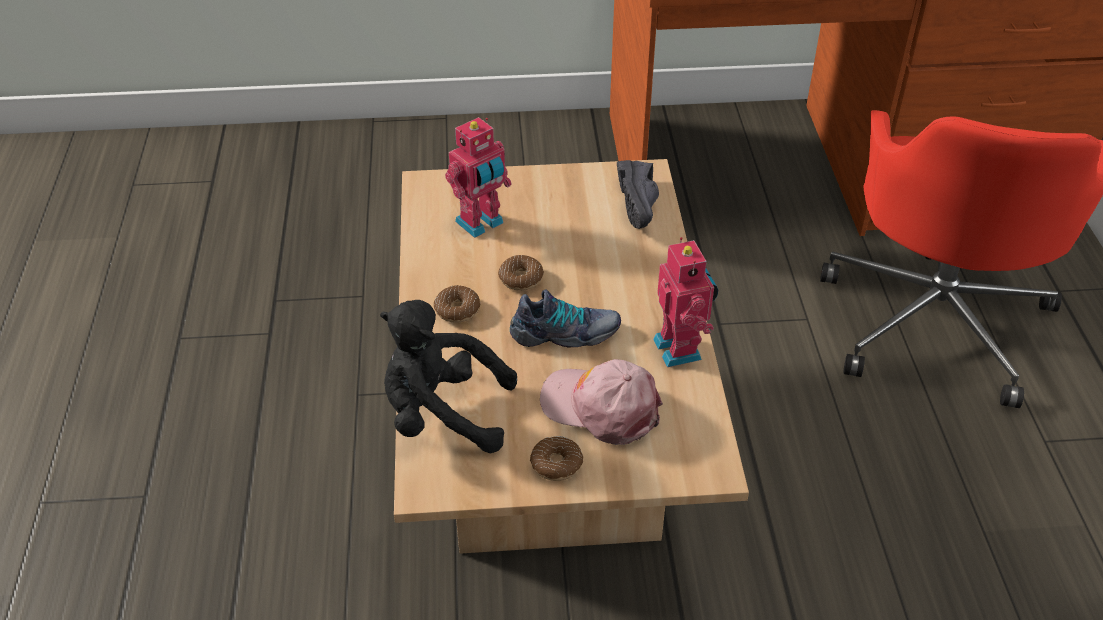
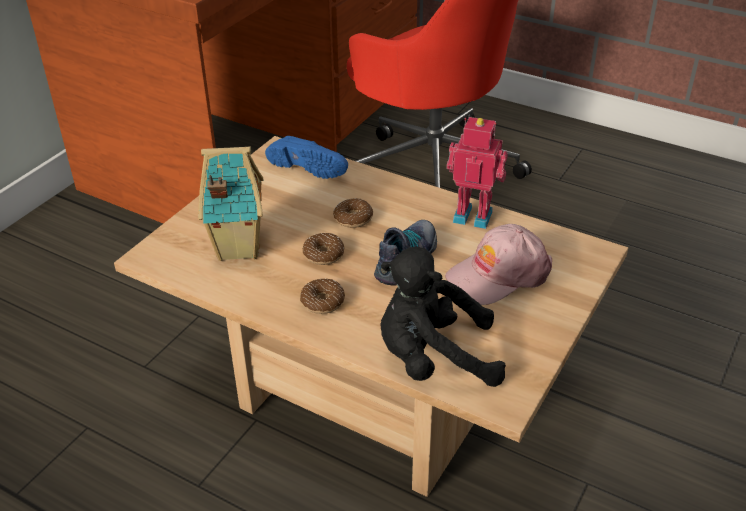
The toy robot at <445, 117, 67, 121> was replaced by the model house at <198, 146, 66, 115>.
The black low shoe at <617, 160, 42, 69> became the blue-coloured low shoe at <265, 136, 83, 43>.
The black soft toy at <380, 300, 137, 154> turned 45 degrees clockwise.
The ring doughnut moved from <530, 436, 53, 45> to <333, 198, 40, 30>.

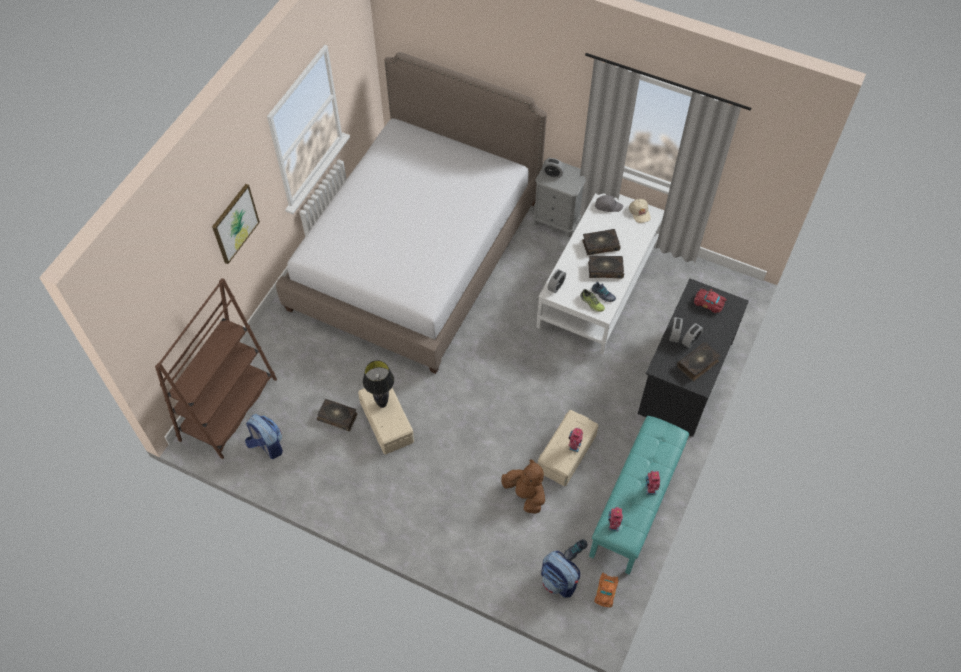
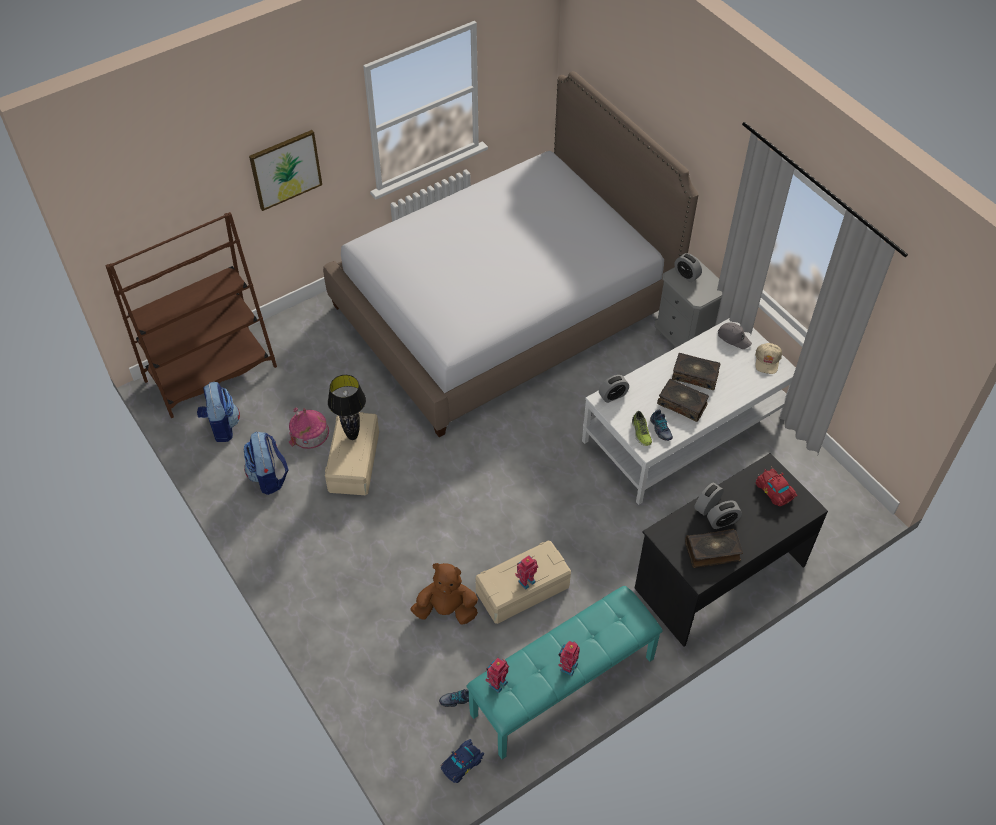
The bound book at <317, 399, 40, 32> was replaced by the model house at <289, 407, 40, 42>.
The brown-coloured soft toy at <501, 459, 44, 55> turned 75 degrees counterclockwise.
The rucksack moved from <541, 551, 39, 47> to <244, 431, 44, 64>.
The orangey miniature car at <594, 573, 24, 34> became the blue-coloured miniature car at <441, 739, 43, 44>.

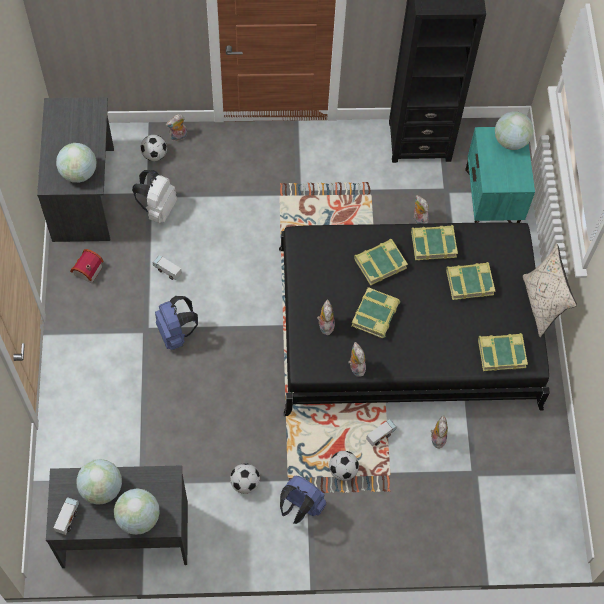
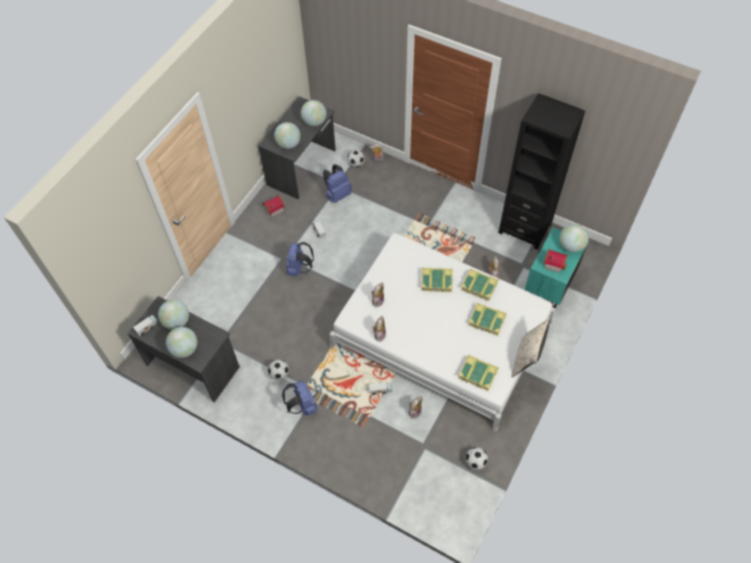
The white-coloured rucksack at <132, 170, 45, 53> became the blue-coloured rucksack at <323, 164, 29, 39>.
The black bedroom bed at <279, 223, 271, 193> became the white-coloured bedroom bed at <329, 233, 226, 199>.
The bound book at <352, 287, 48, 51> disappeared.
The ball for football moved from <329, 451, 30, 30> to <466, 447, 22, 23>.
The world globe at <301, 100, 26, 26> appeared.
The model house at <544, 249, 24, 24> appeared.

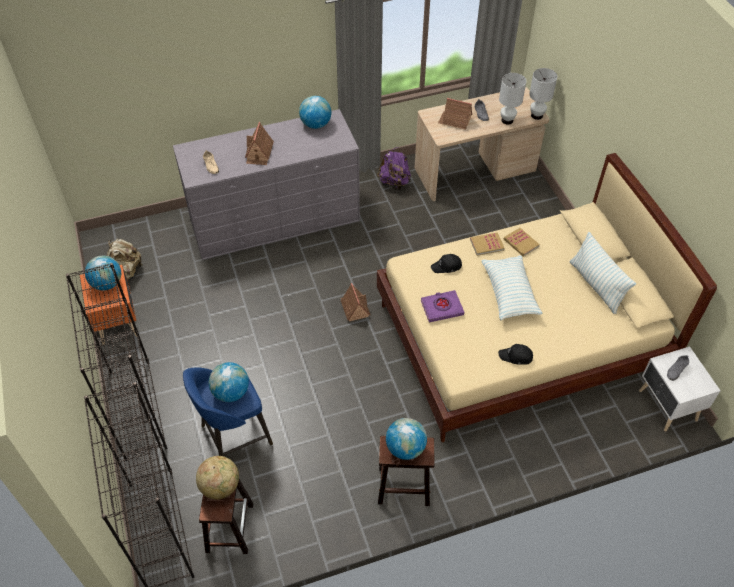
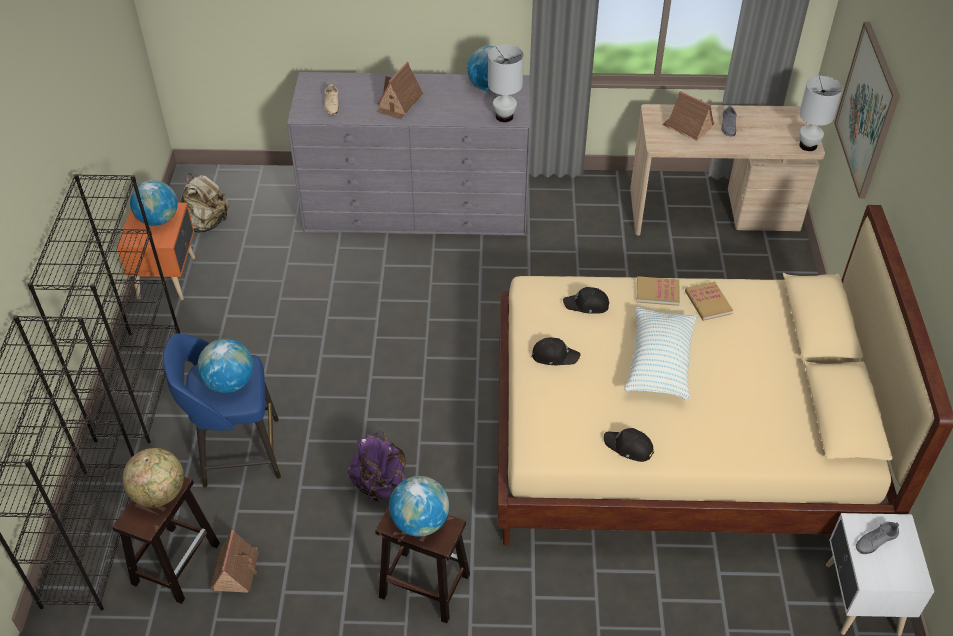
The white-coloured table lamp moved from <499, 73, 27, 52> to <488, 44, 36, 78>.
The purple rucksack moved from <377, 147, 34, 43> to <348, 432, 58, 70>.
The pillow at <570, 232, 66, 82> disappeared.
The model house moved from <341, 283, 29, 38> to <210, 530, 49, 63>.
The purple bound book at <421, 290, 43, 32> was replaced by the black baseball cap at <532, 338, 49, 28>.
The wall art at <834, 22, 66, 177> appeared.

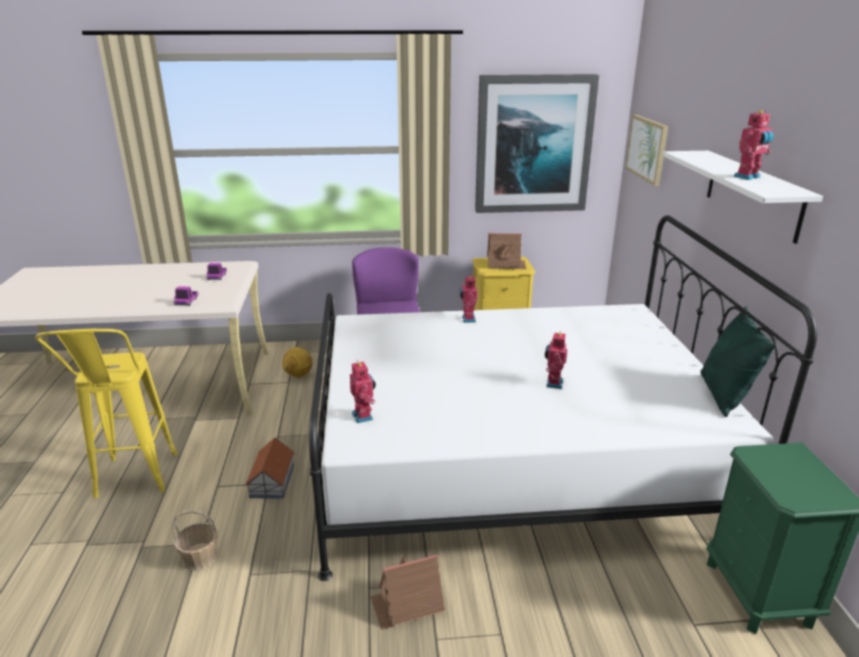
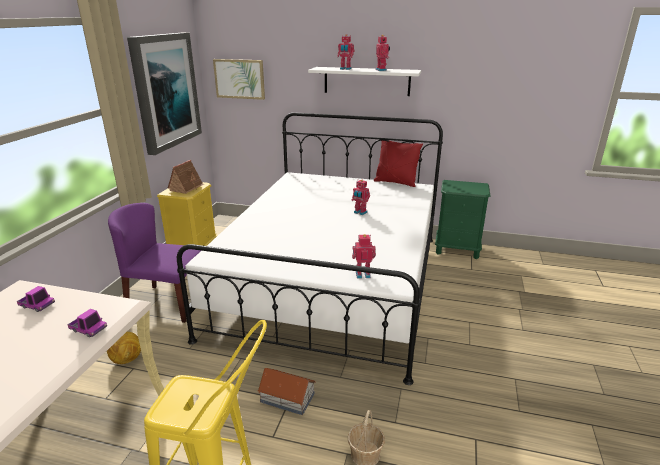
The toy robot moved from <459, 274, 19, 49> to <337, 34, 17, 36>.
The green pillow at <701, 306, 75, 111> became the reddish pillow at <374, 140, 49, 47>.
The model house at <370, 554, 75, 76> disappeared.

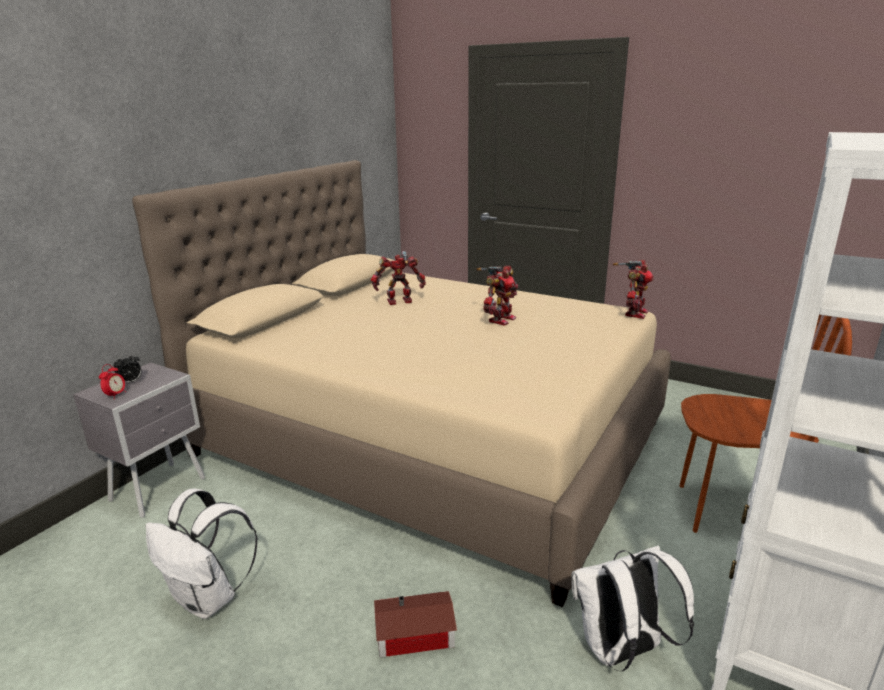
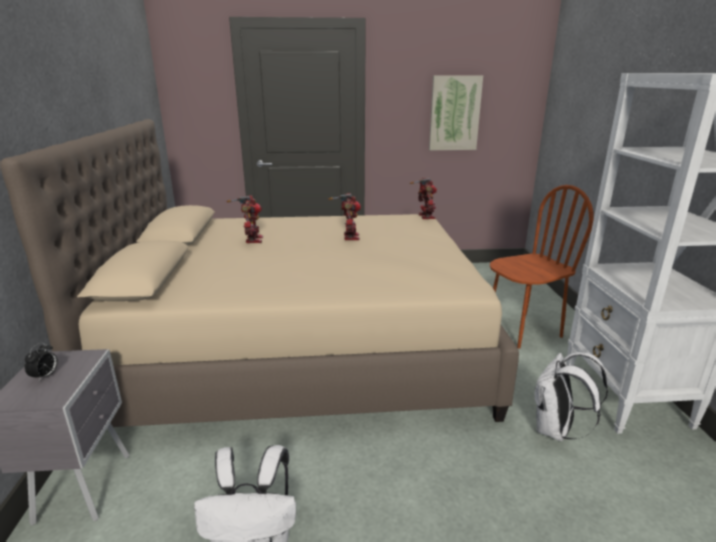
The toy robot at <371, 251, 55, 54> turned 135 degrees clockwise.
The bedside clock at <99, 364, 27, 35> disappeared.
The model house at <374, 591, 83, 67> disappeared.
The wall art at <429, 76, 54, 74> appeared.

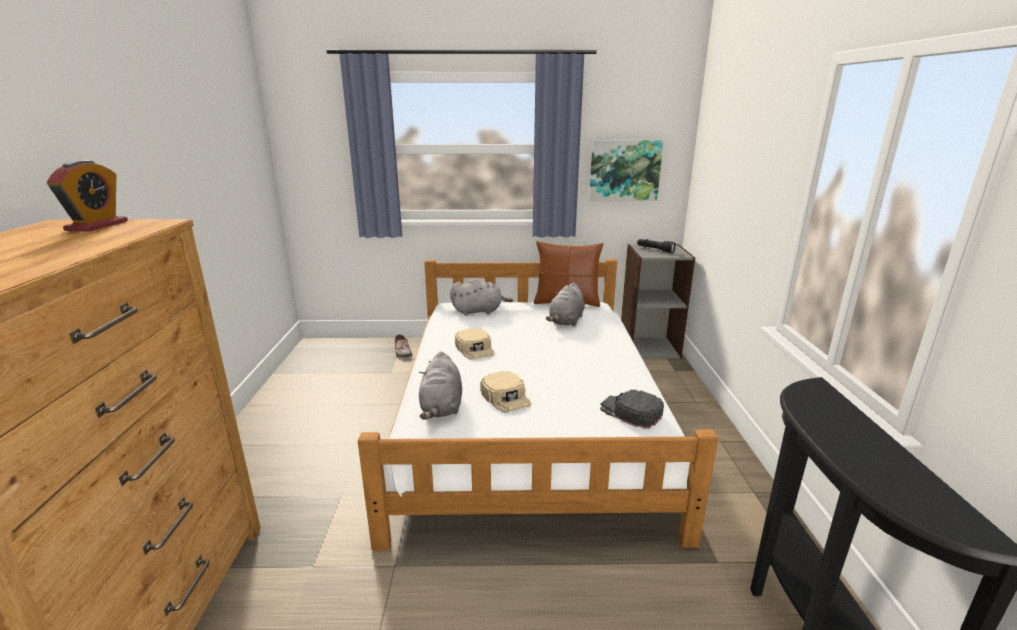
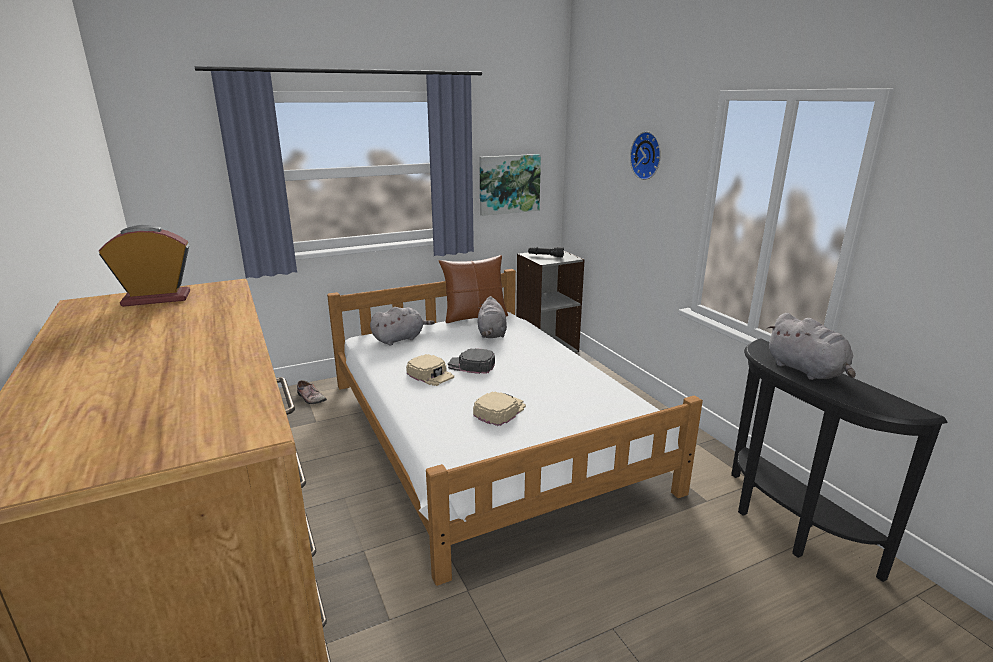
The bedside clock at <47, 160, 81, 72> turned 90 degrees counterclockwise.
The grey soft toy moved from <419, 351, 43, 69> to <767, 313, 89, 67>.
The sand-coloured baseball cap at <480, 371, 51, 42> turned 90 degrees counterclockwise.
The black baseball cap moved from <600, 389, 64, 40> to <448, 348, 47, 26>.
The wall clock at <630, 131, 31, 49> appeared.

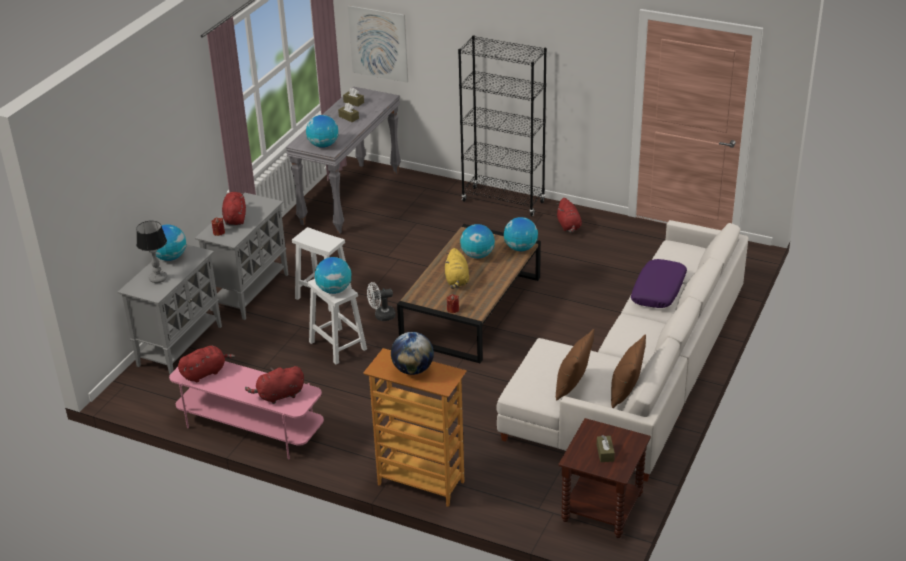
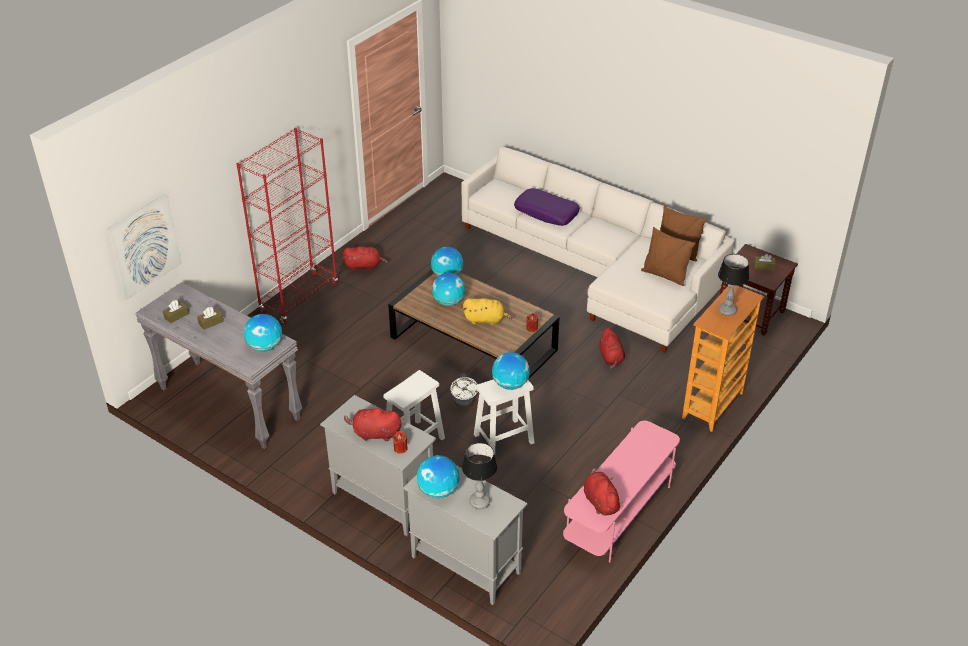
The black bookshelf at <458, 35, 89, 181> became the reddish bookshelf at <236, 128, 102, 196>.
The world globe at <391, 332, 43, 43> was replaced by the table lamp at <718, 254, 31, 62>.
The reddish soft toy moved from <245, 366, 59, 38> to <599, 328, 26, 41>.

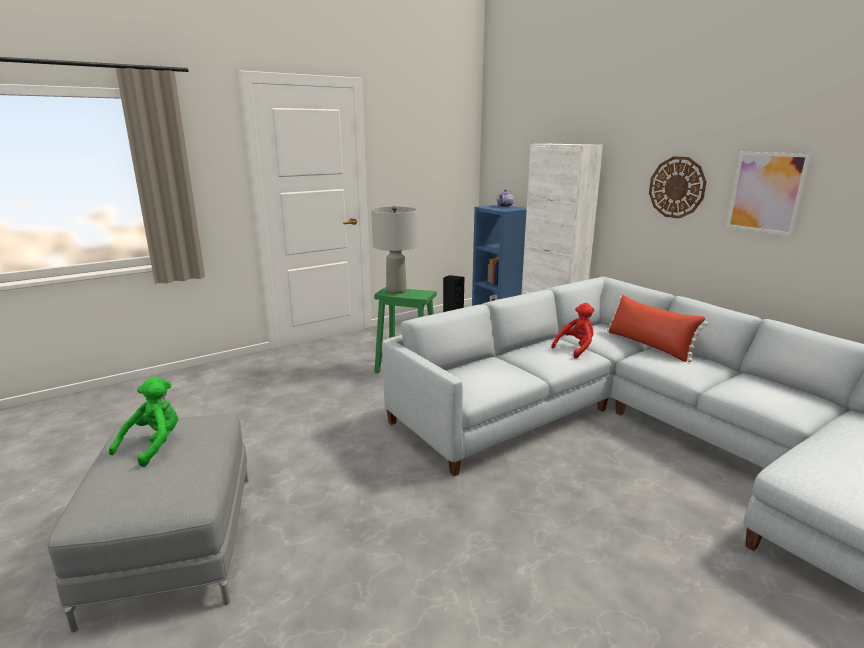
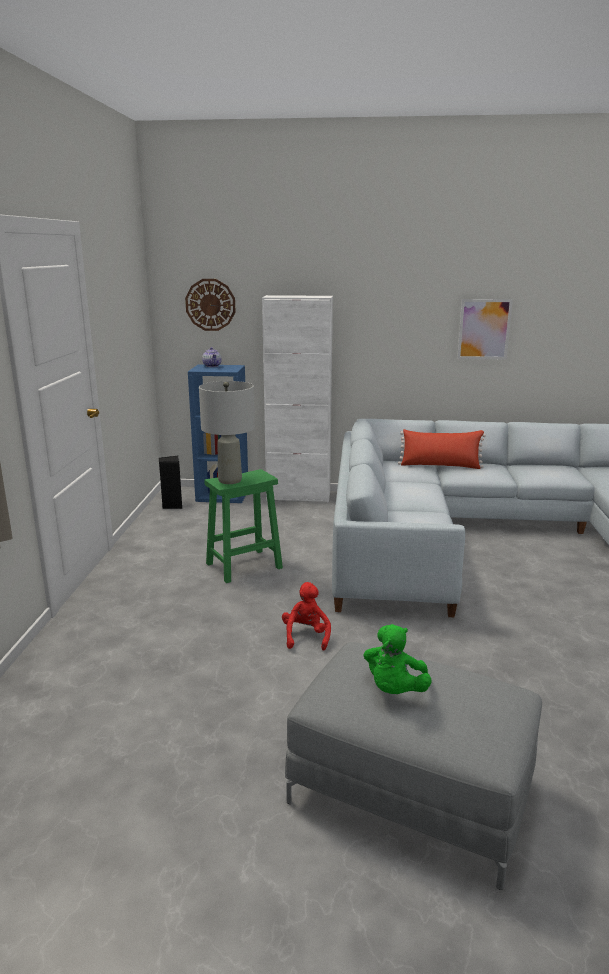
The wall clock moved from <649, 156, 58, 63> to <185, 279, 51, 52>.
The reddish soft toy moved from <551, 303, 43, 56> to <282, 582, 49, 68>.
The green soft toy at <109, 377, 69, 90> turned 135 degrees counterclockwise.

